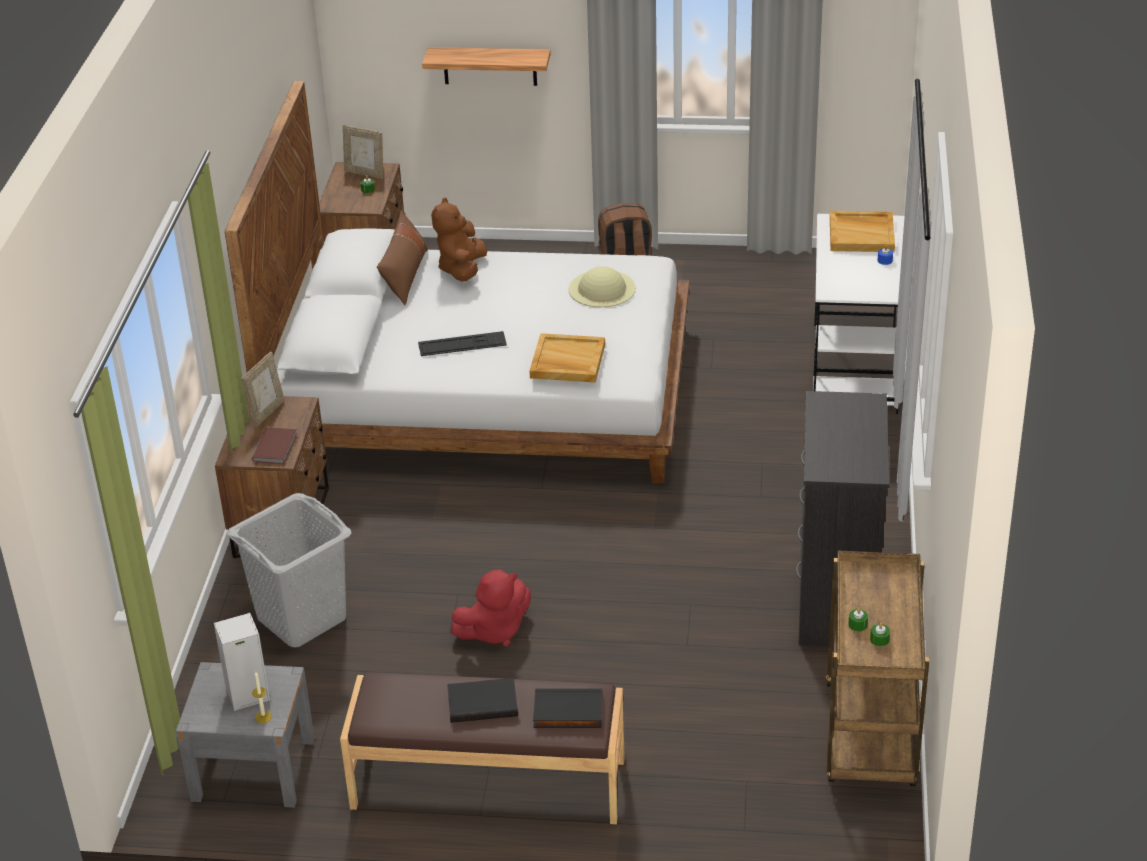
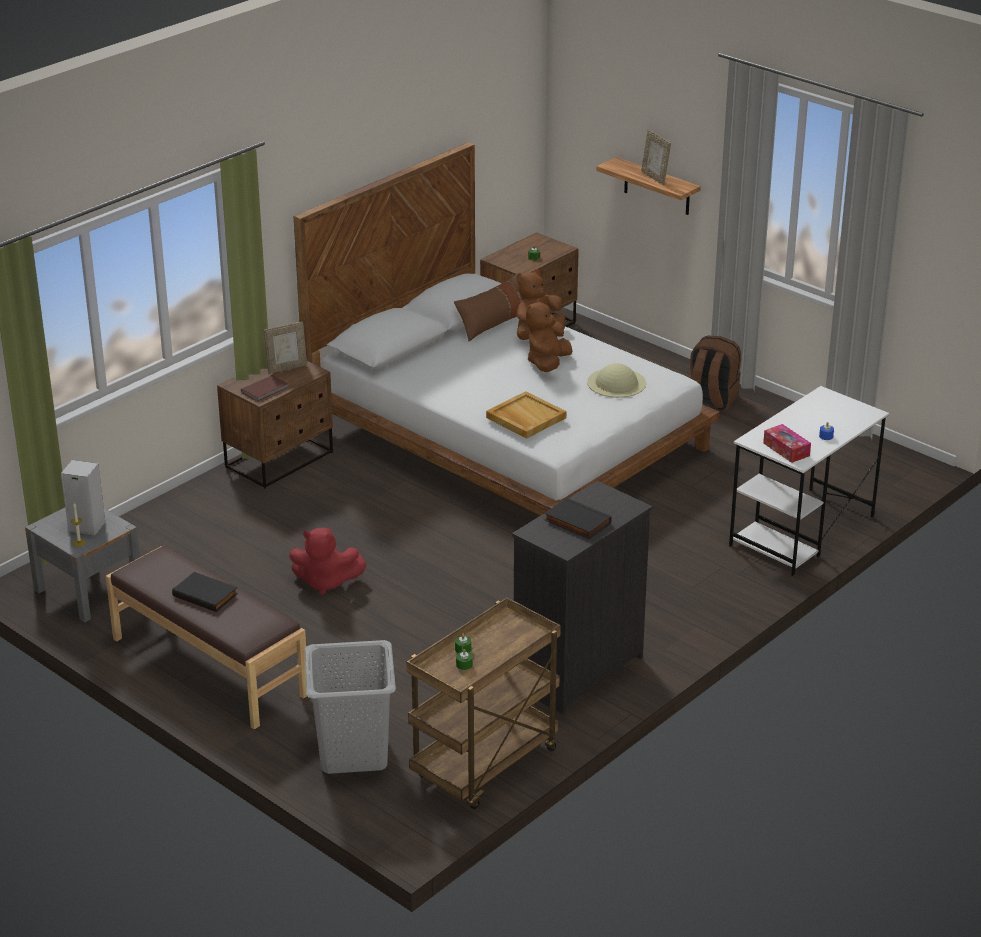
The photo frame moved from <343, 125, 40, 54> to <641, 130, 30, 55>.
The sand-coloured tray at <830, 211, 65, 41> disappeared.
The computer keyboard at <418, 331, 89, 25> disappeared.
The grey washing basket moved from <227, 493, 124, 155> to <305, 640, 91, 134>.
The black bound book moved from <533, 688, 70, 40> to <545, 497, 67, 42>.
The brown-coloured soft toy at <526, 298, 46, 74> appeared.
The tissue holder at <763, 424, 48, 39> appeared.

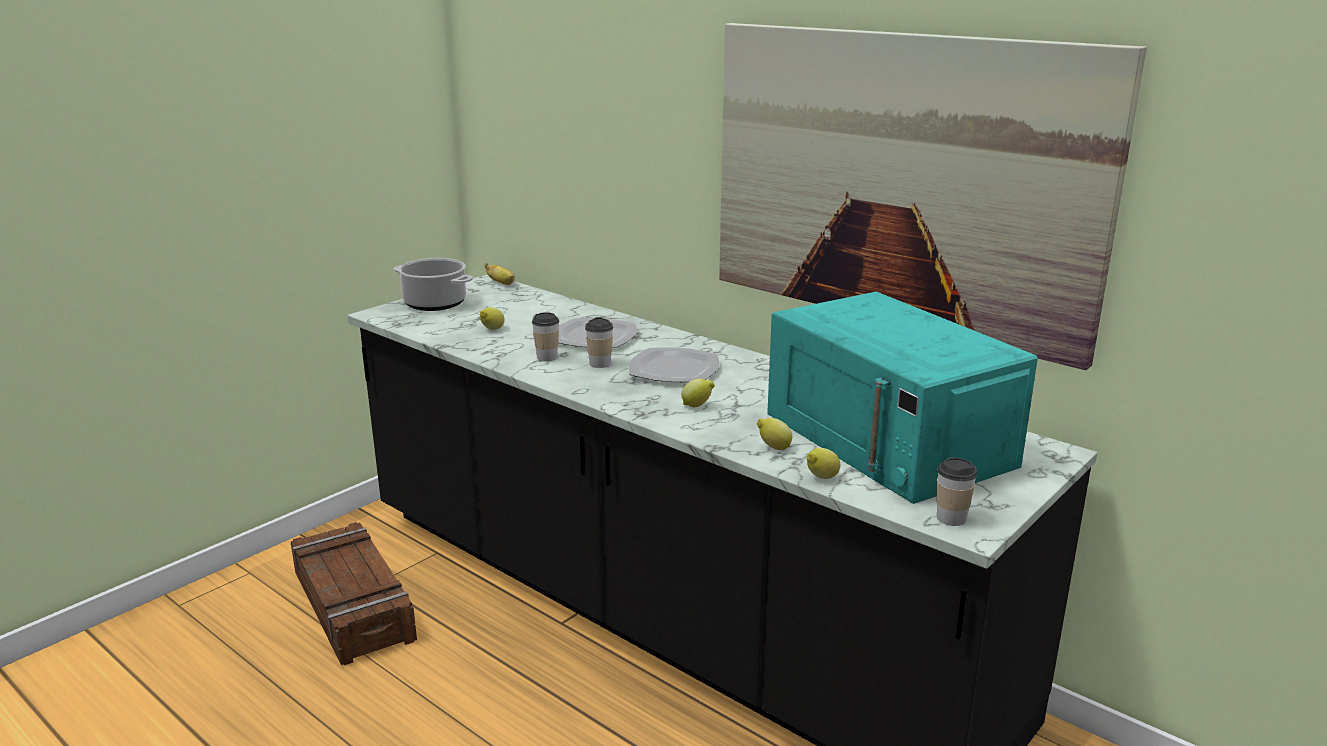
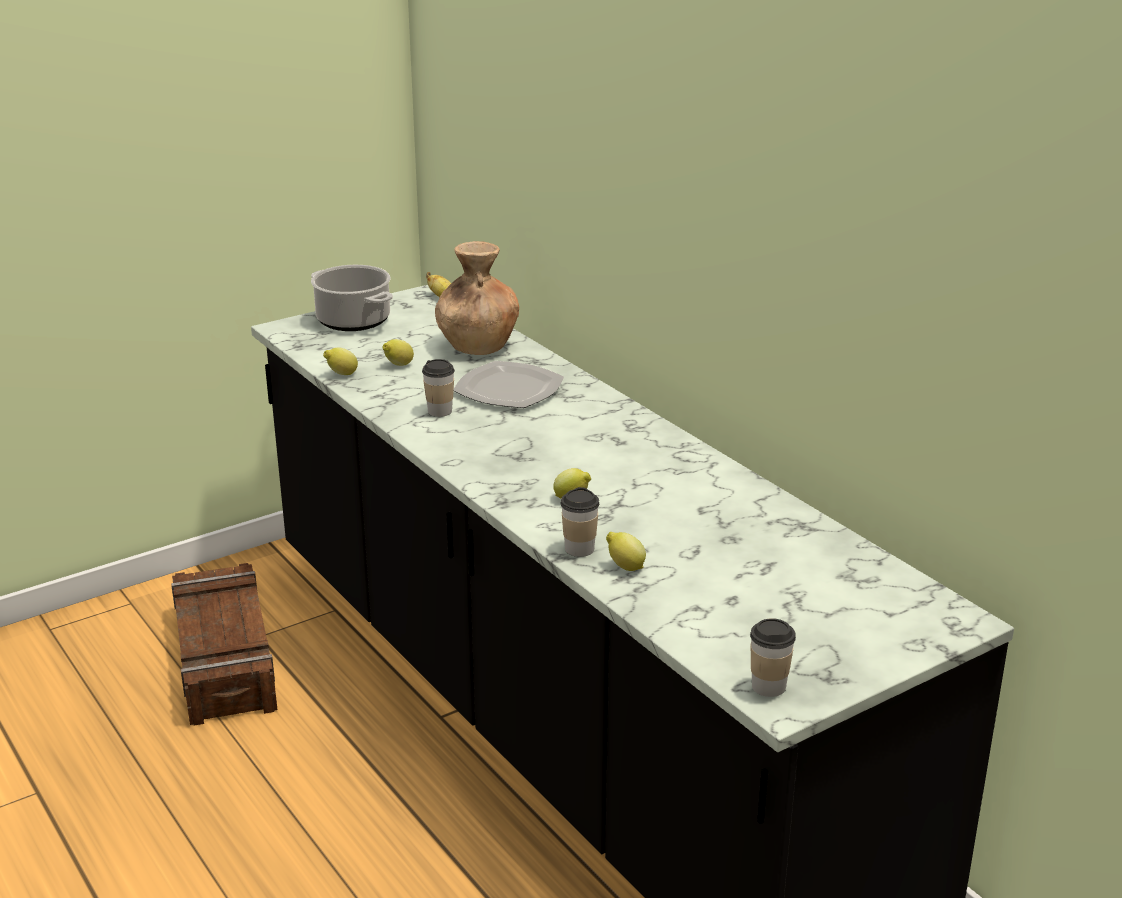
The wall art at <719, 23, 428, 347> disappeared.
The blue-green microwave at <767, 291, 271, 213> disappeared.
The drinking cup moved from <585, 317, 28, 51> to <561, 487, 38, 70>.
The dinner plate at <629, 347, 90, 35> disappeared.
The citrus fruit moved from <807, 448, 33, 31> to <323, 347, 35, 28>.
The brown-coloured vase at <435, 241, 84, 114> appeared.

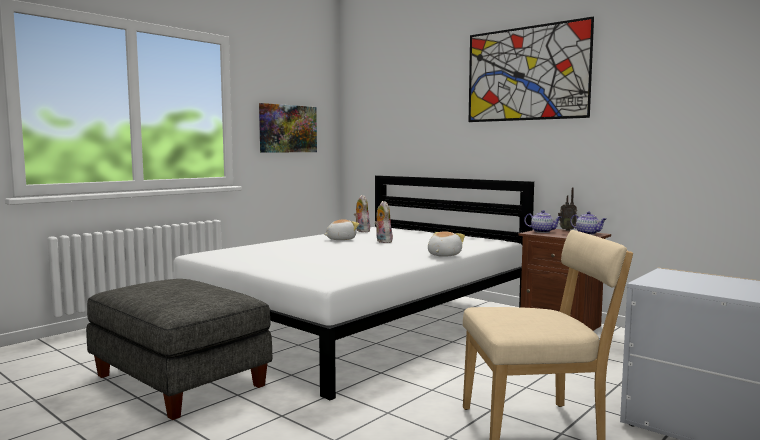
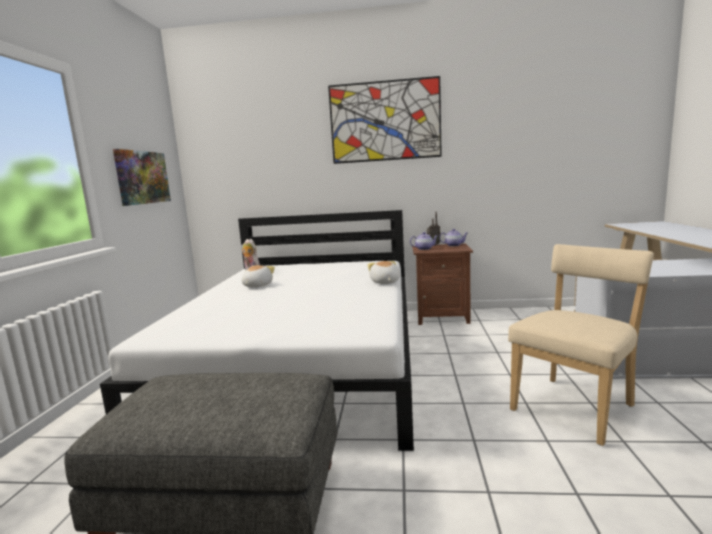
The soft toy at <374, 201, 19, 42> disappeared.

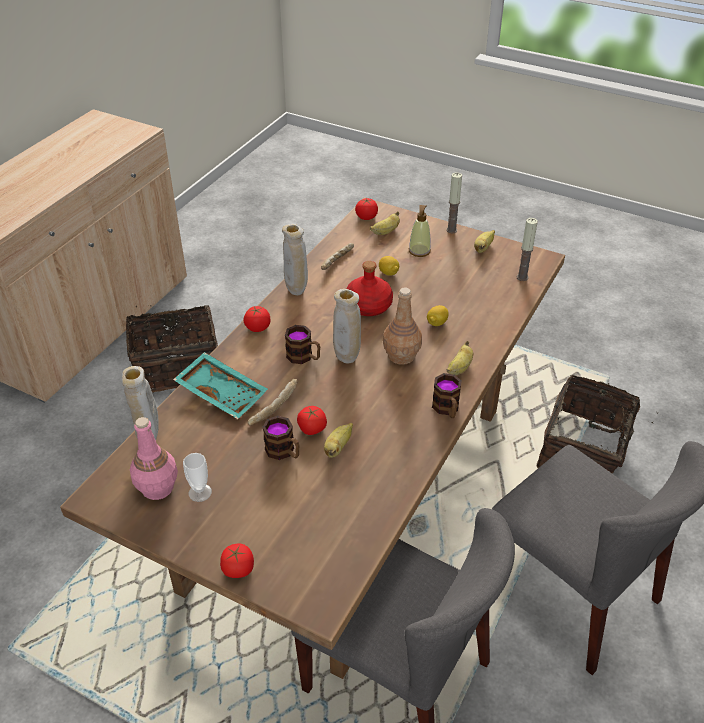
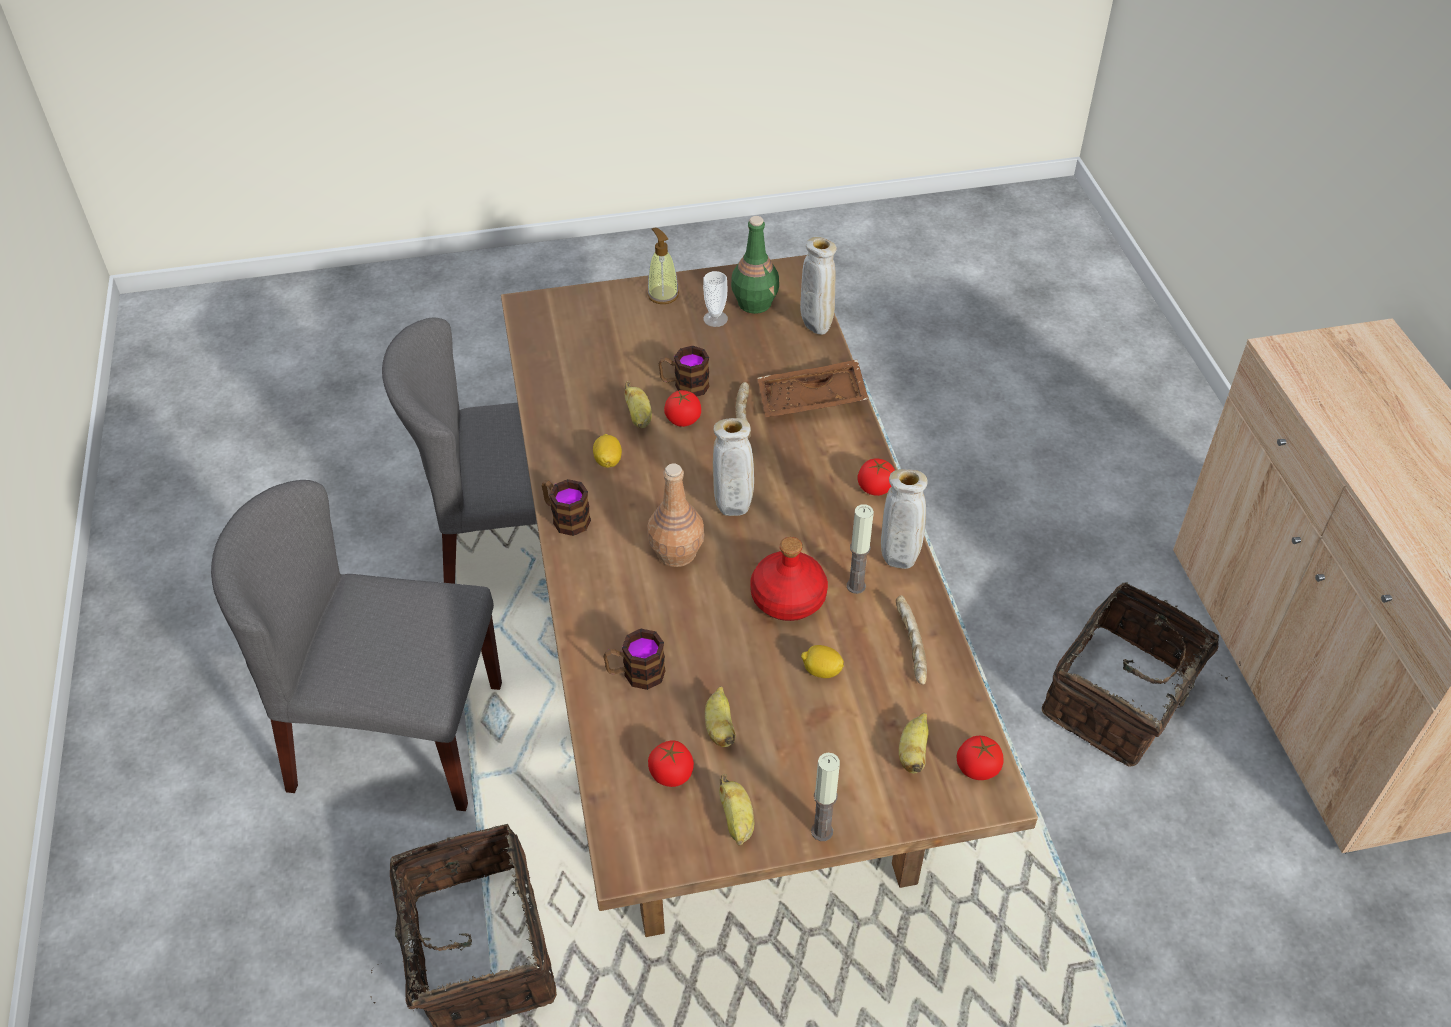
The liquid soap bottle moved from <409, 205, 22, 52> to <647, 228, 32, 76>.
The wax light moved from <517, 218, 21, 63> to <847, 504, 27, 90>.
The citrus fruit moved from <427, 305, 22, 21> to <593, 434, 29, 34>.
The mug moved from <285, 325, 35, 39> to <603, 628, 63, 62>.
The banana moved from <447, 341, 26, 34> to <705, 686, 31, 61>.
The blue-green tray at <173, 352, 95, 67> became the brown-coloured tray at <757, 360, 111, 57>.
The pink beverage bottle at <130, 417, 48, 83> became the green beverage bottle at <731, 216, 48, 98>.
The fresh tomato moved from <220, 543, 34, 35> to <648, 740, 46, 47>.

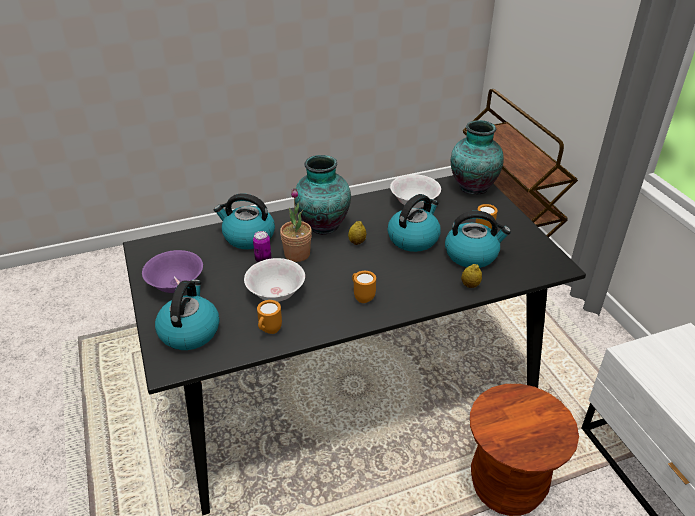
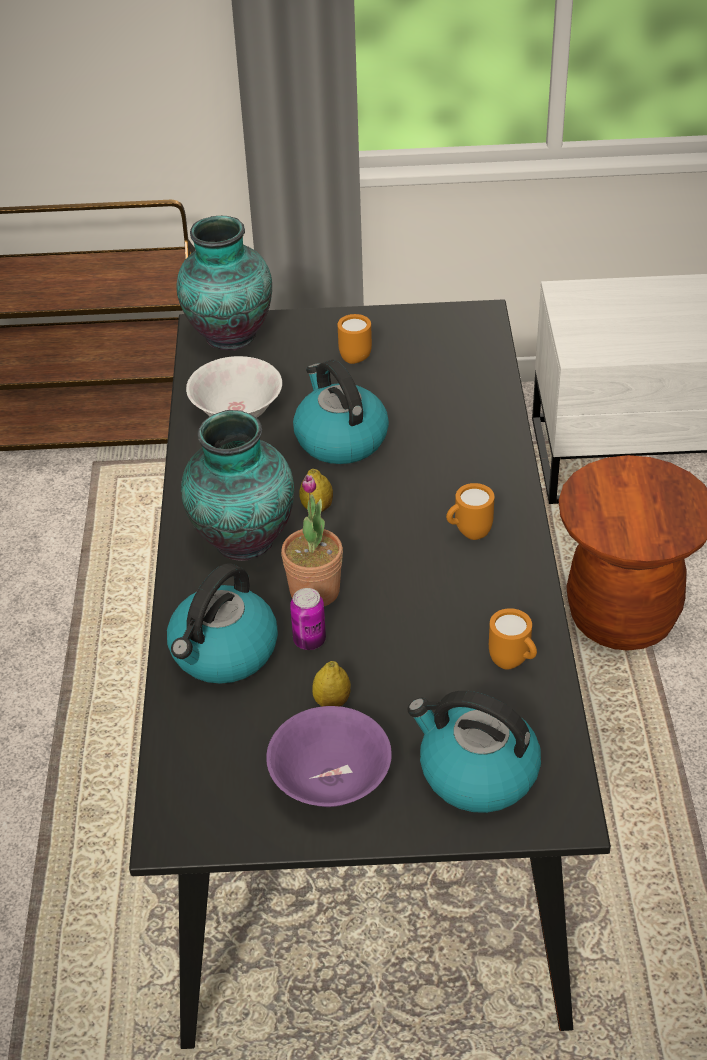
The tea kettle at <445, 211, 66, 57> disappeared.
The white-coloured serving bowl at <244, 258, 61, 44> disappeared.
The citrus fruit moved from <461, 264, 21, 24> to <312, 661, 39, 46>.

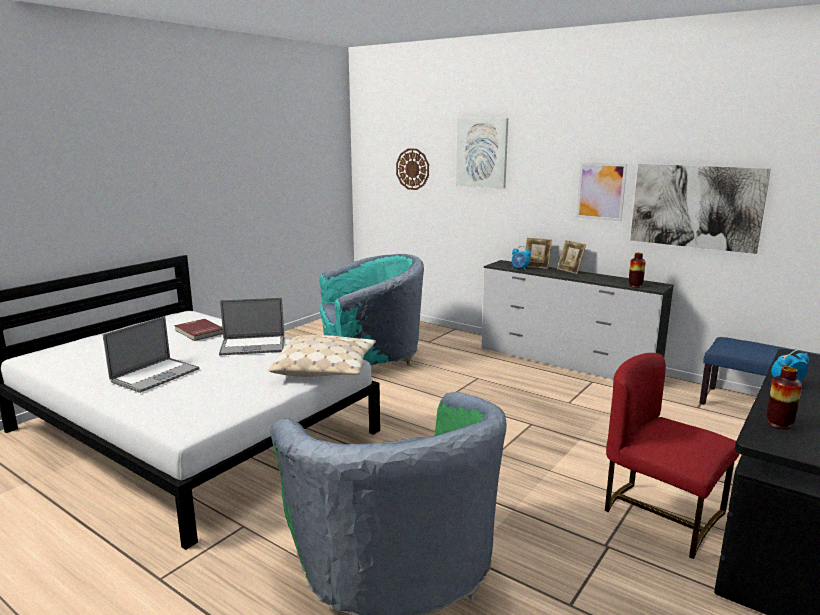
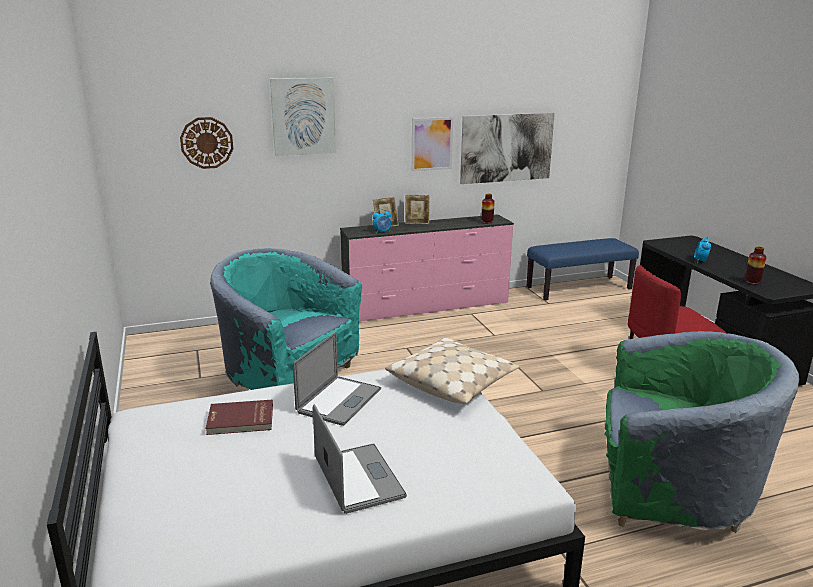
The blue-green lounge chair at <319, 254, 105, 112> turned 75 degrees counterclockwise.
The white-coloured dresser at <481, 260, 193, 120> became the pink dresser at <340, 214, 174, 108>.

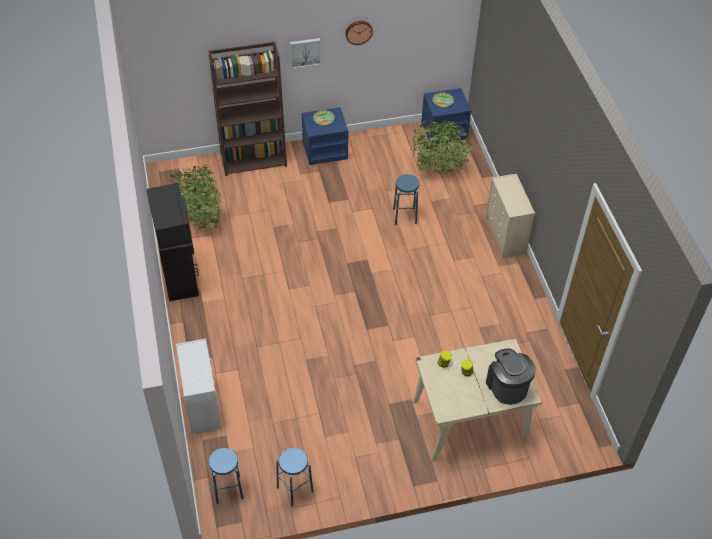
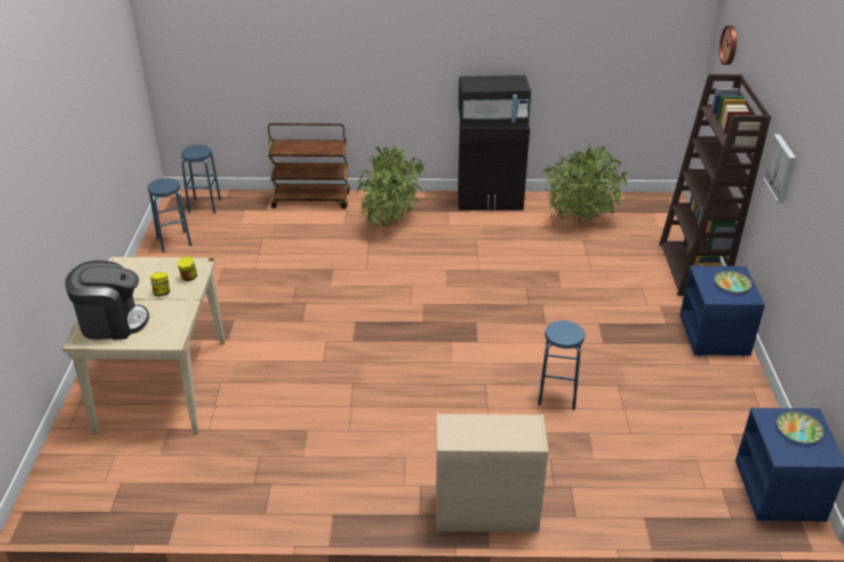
The wall clock moved from <345, 21, 28, 24> to <719, 26, 18, 39>.
The potted plant moved from <410, 120, 63, 54> to <356, 144, 69, 85>.
The white-coloured dresser at <176, 339, 45, 95> was replaced by the brown-coloured cart at <268, 123, 82, 86>.

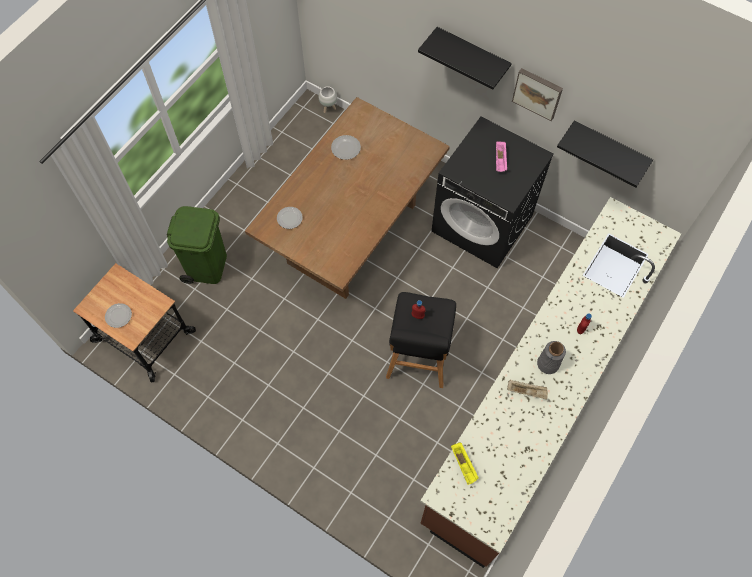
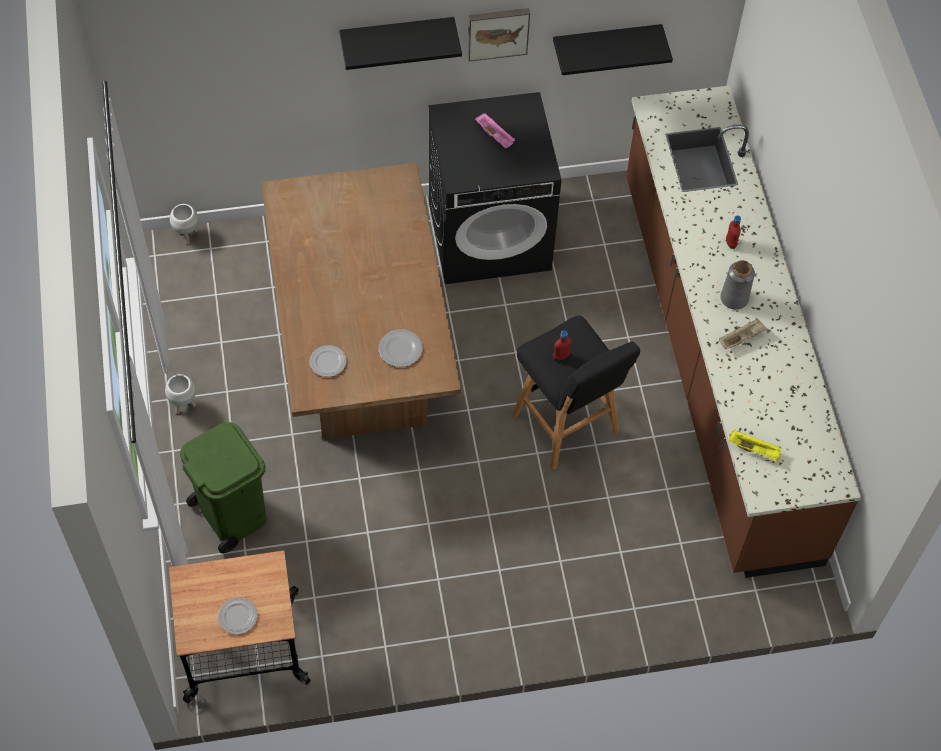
The dinner plate moved from <331, 135, 30, 25> to <379, 329, 44, 38>.
The white-coloured plant pot at <165, 374, 31, 40> appeared.

